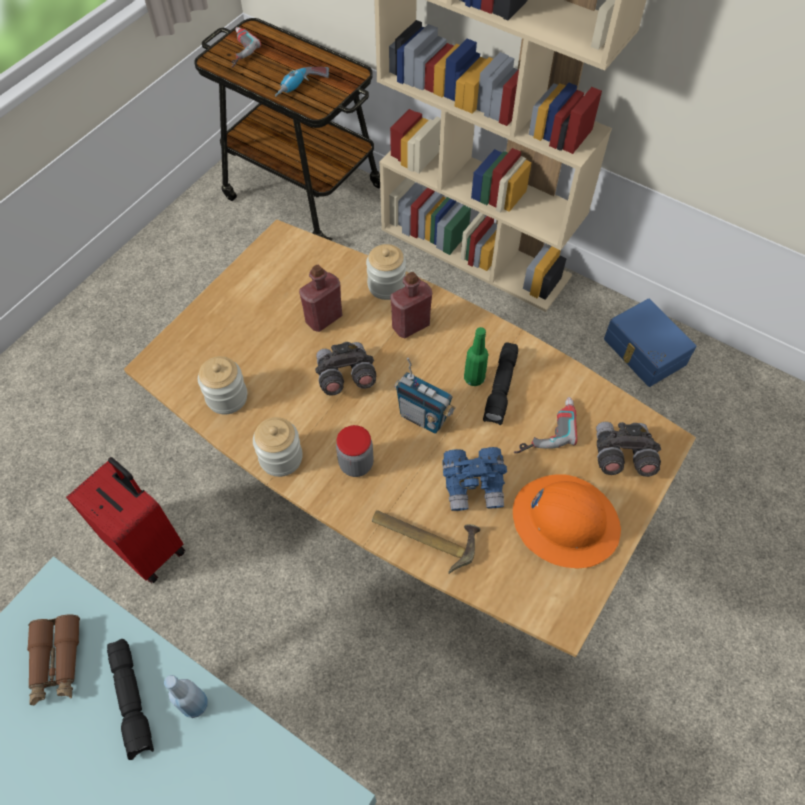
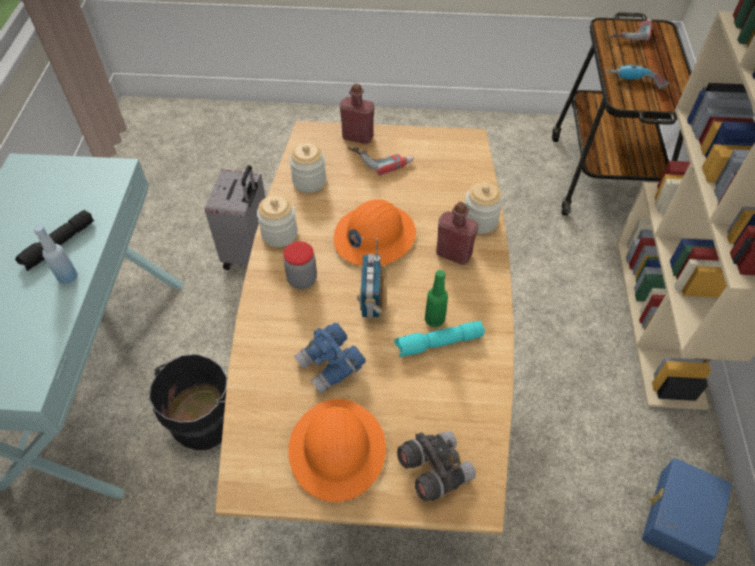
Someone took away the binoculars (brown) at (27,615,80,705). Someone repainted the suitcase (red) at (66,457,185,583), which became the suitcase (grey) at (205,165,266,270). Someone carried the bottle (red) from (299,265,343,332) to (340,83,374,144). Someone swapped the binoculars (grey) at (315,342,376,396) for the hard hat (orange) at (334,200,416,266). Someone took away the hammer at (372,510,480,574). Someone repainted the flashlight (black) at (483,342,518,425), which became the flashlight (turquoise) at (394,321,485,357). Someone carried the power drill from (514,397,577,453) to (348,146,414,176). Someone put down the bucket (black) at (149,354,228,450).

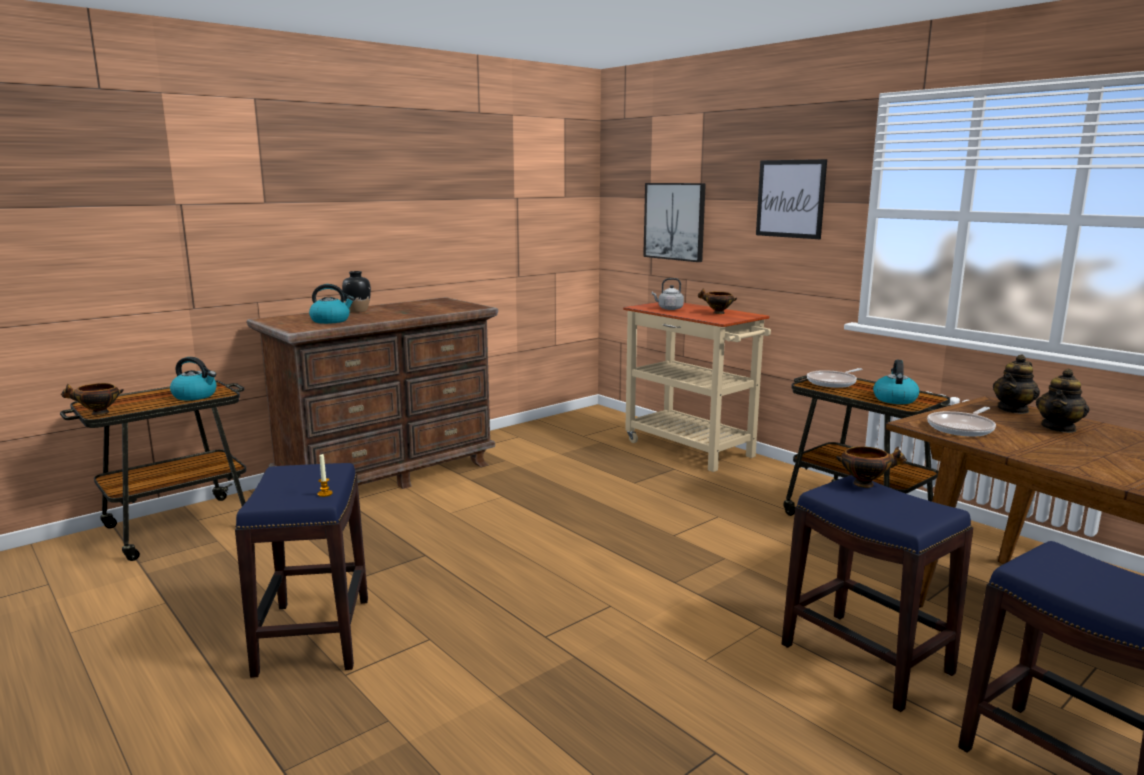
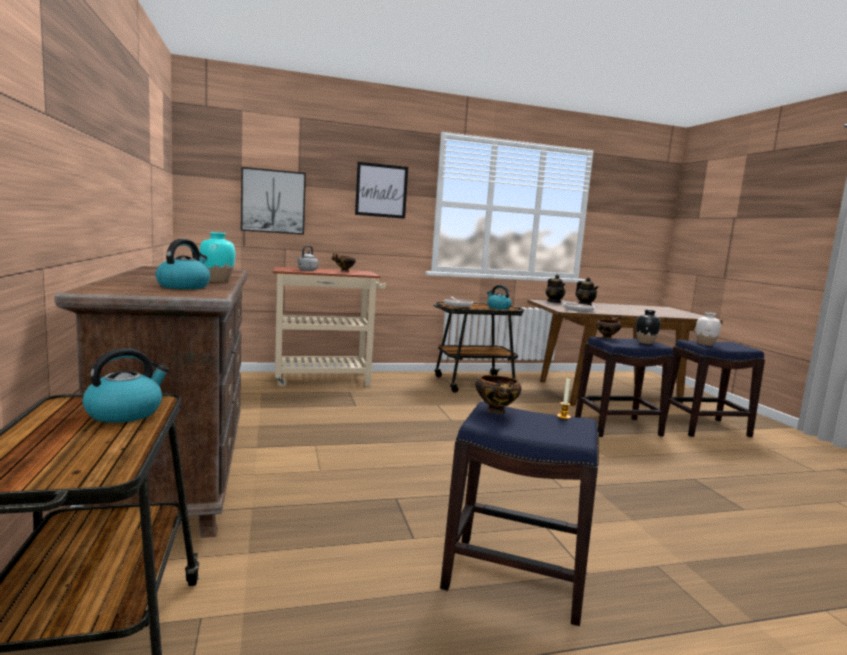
Someone carried the bowl from (61,383,124,415) to (475,375,521,414). Someone carried the vase (black) from (342,271,371,312) to (636,310,661,344). Someone put down the vase (turquoise) at (199,232,235,282). Someone put down the vase (white) at (696,312,721,346).

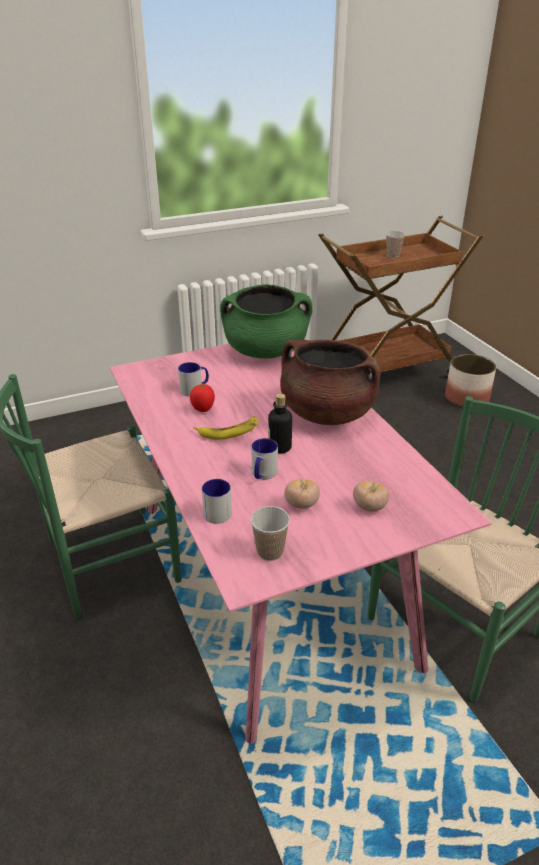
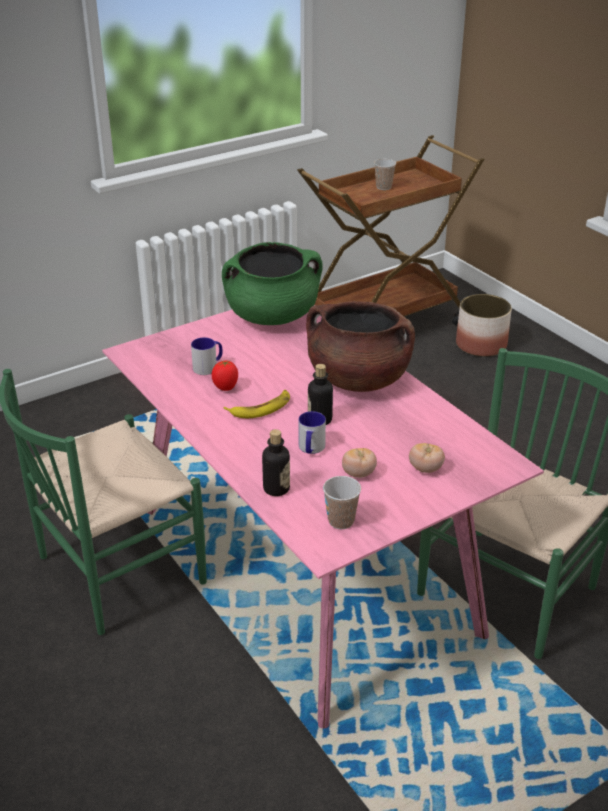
Someone swapped the mug at (202,479,232,524) for the bottle at (262,429,290,496).

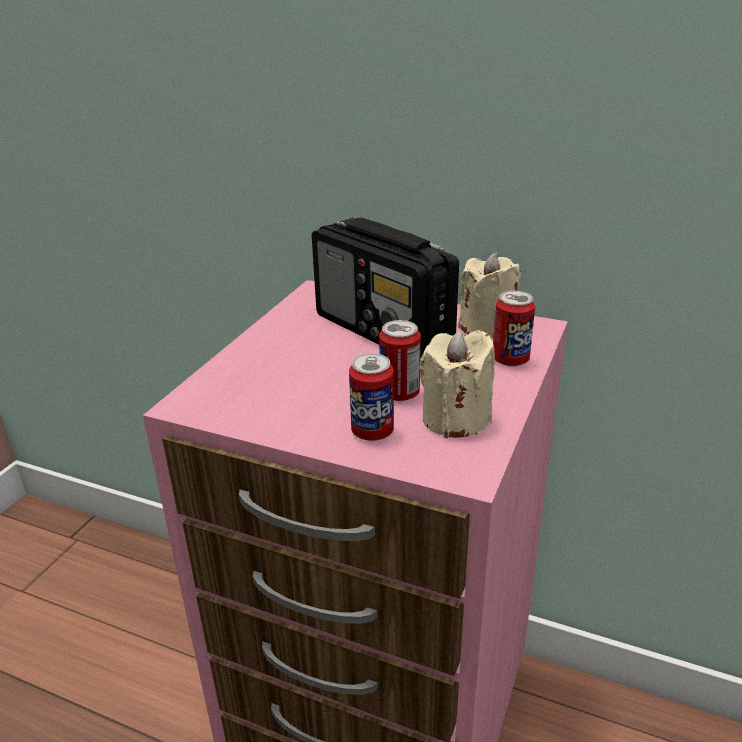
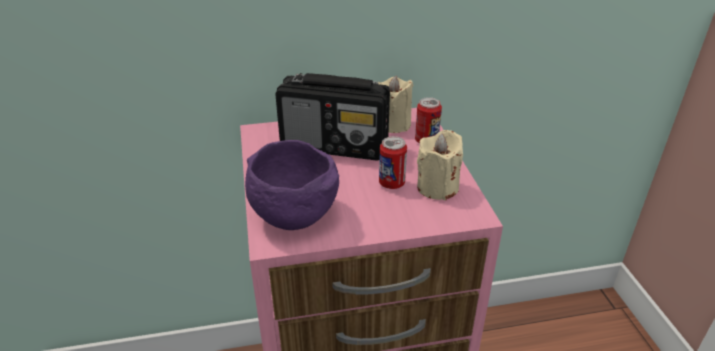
Someone took away the can at (349,353,394,441). Someone put down the bowl (purple) at (245,140,339,230).

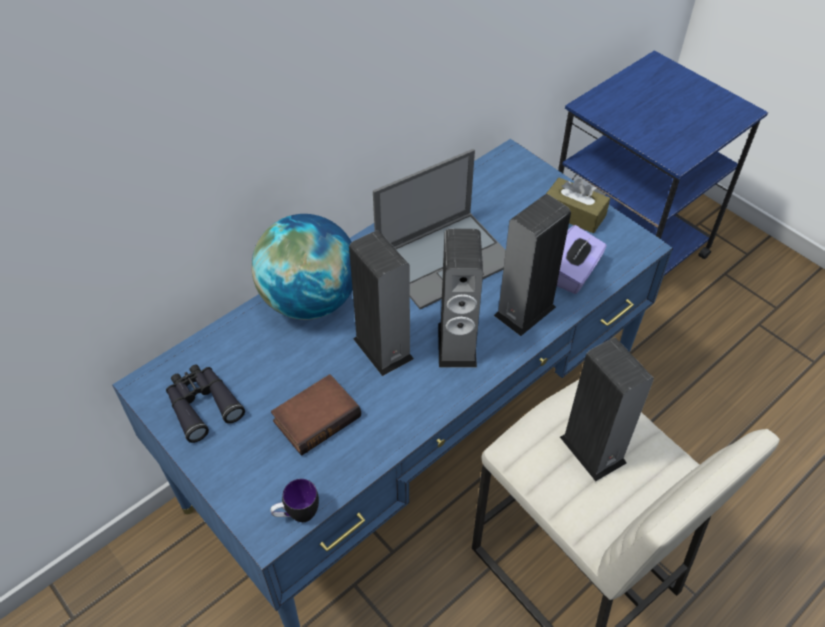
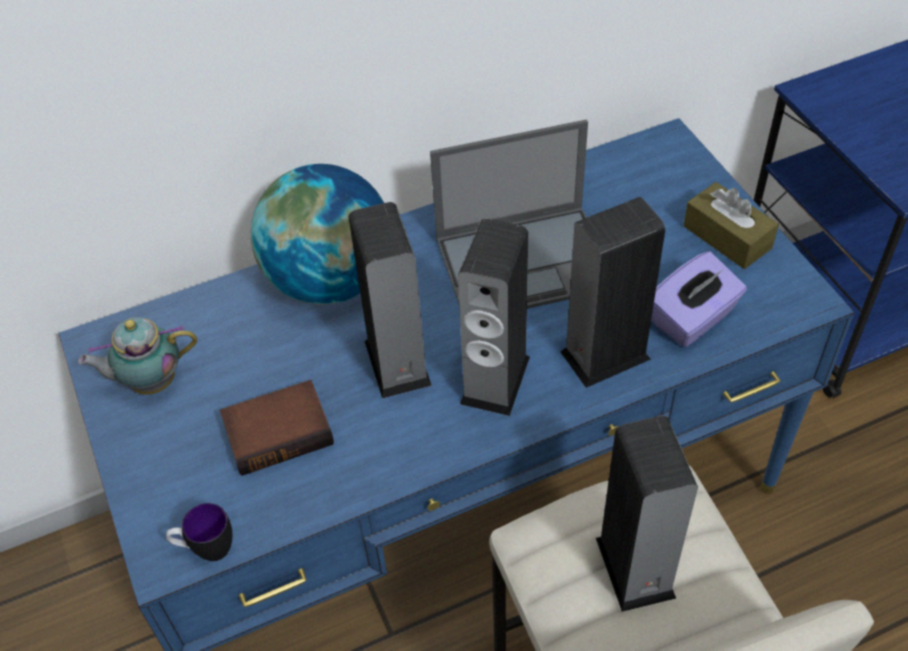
Someone swapped the binoculars (black) at (166,365,245,443) for the teapot at (78,317,197,395).

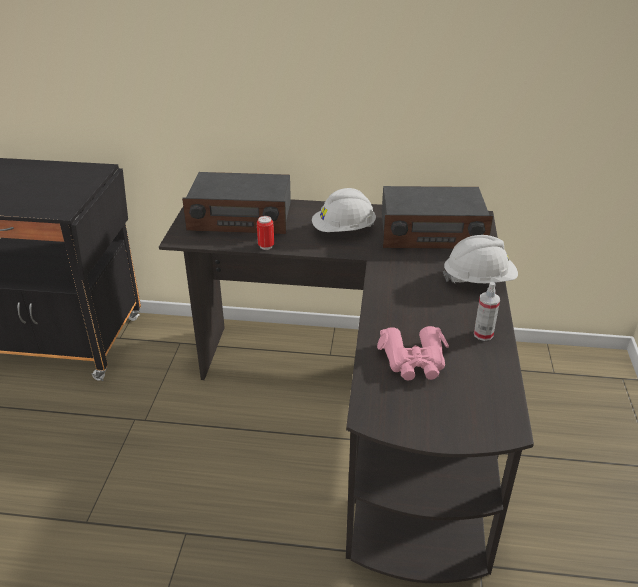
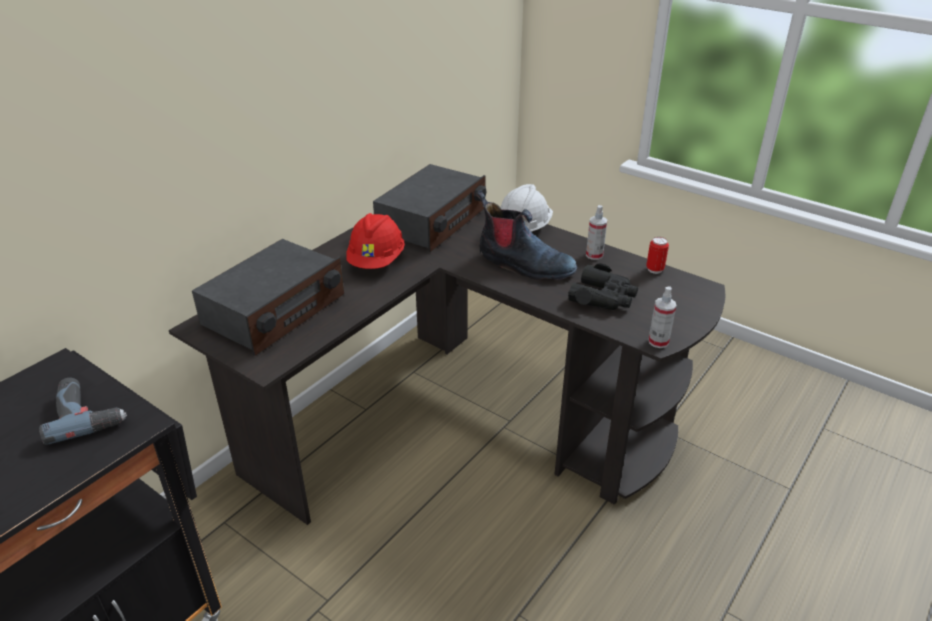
Someone carried the can from (257,216,274,250) to (646,237,669,274). Someone repainted the hard hat (white) at (312,188,376,232), which became the hard hat (red) at (346,213,405,269). Someone repainted the binoculars (pink) at (377,326,449,380), which became the binoculars (black) at (568,264,638,310). Someone put down the power drill at (39,378,127,445). Someone put down the boot at (476,190,577,280). Someone put down the spray bottle at (648,287,677,348).

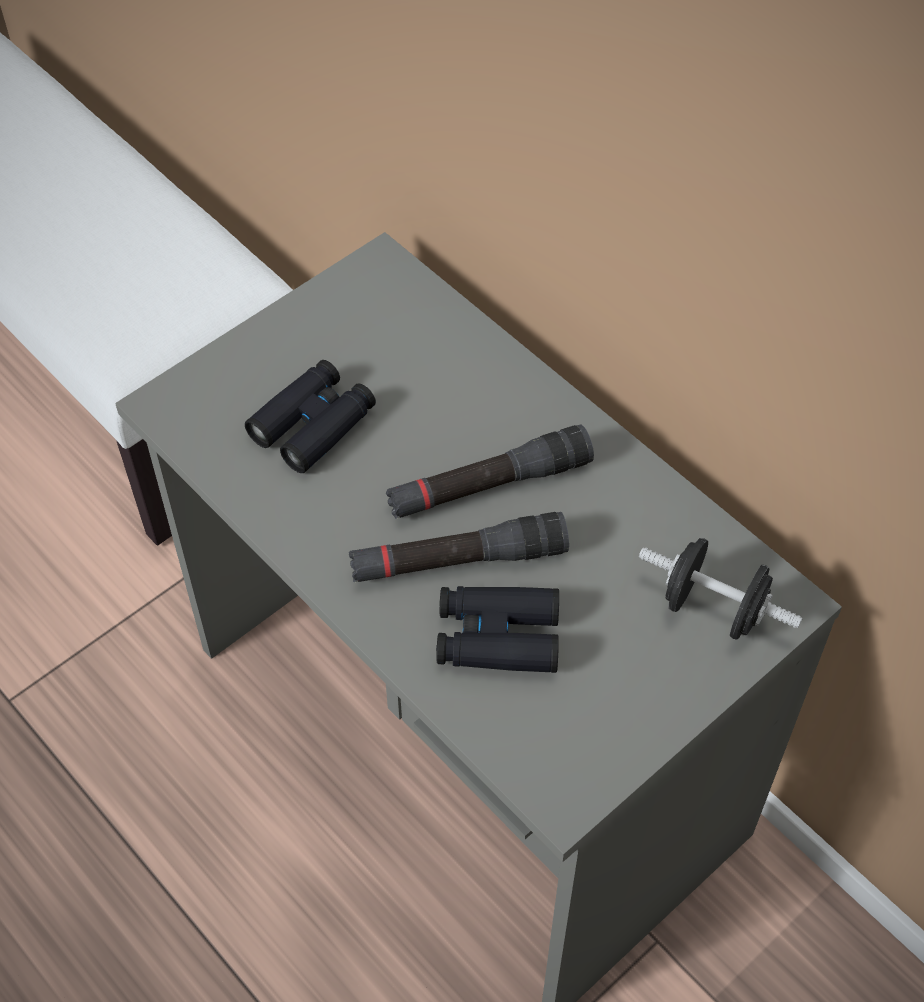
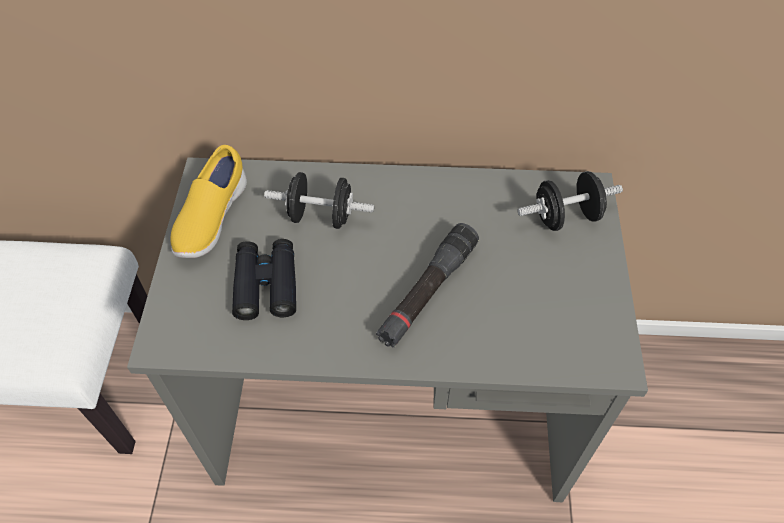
Someone took away the flashlight (black) at (386,425,594,519). Someone took away the binoculars (black) at (436,586,559,673). Someone put down the shoe (yellow) at (170,145,247,258). Someone put down the dumbbell (black) at (264,172,374,229).

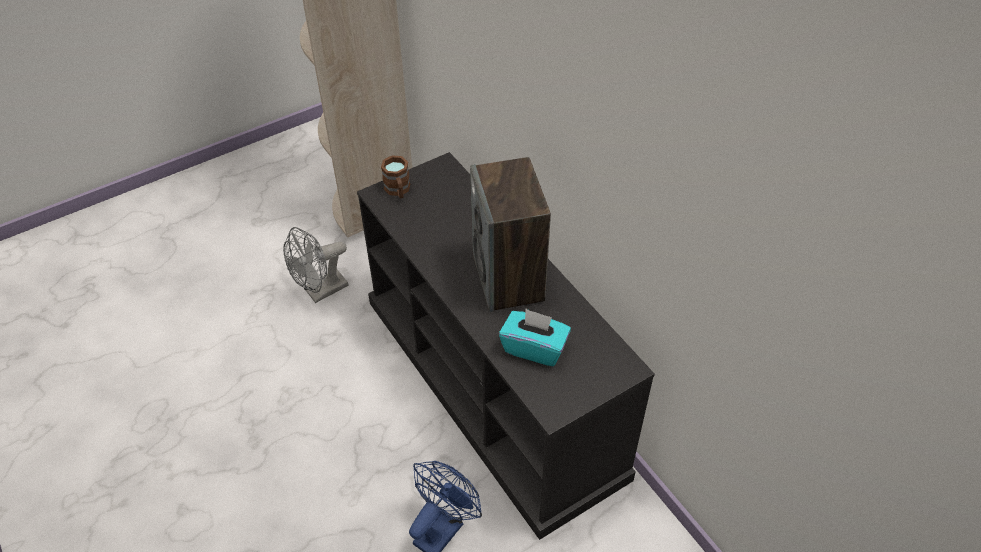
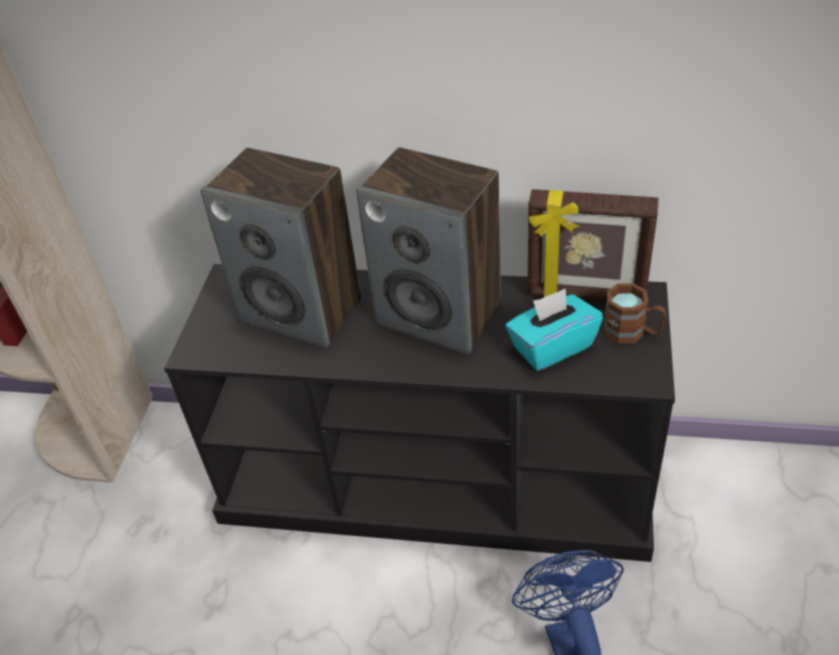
Someone took away the fan (grey) at (283,227,349,303). Someone carried the mug (brown) from (381,155,410,198) to (604,283,667,344). Someone put down the speaker at (200,148,361,347). Someone put down the picture frame at (527,189,659,302).

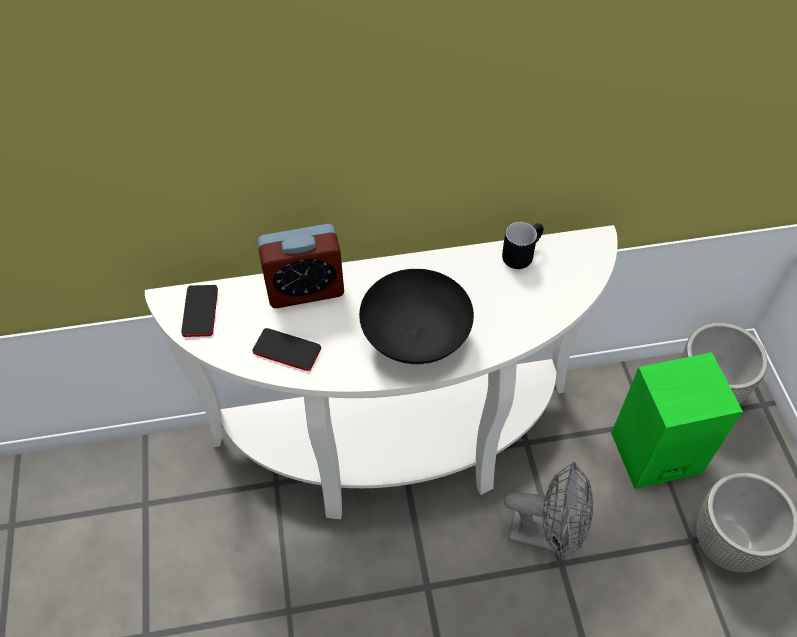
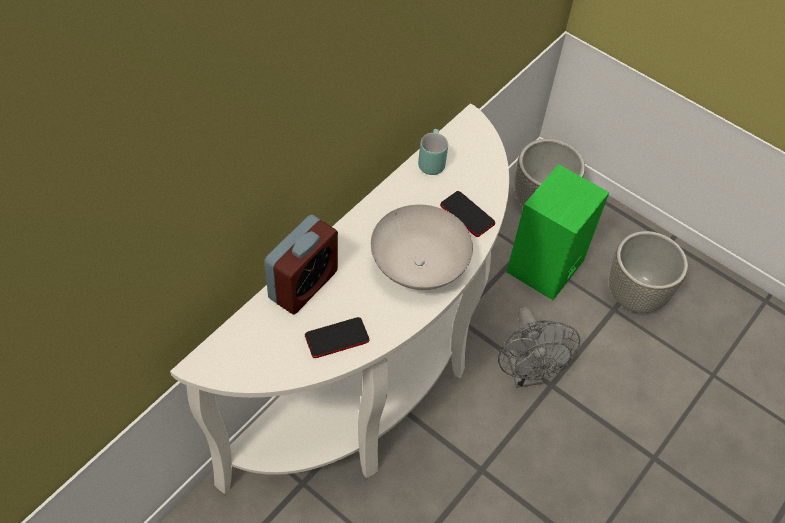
Someone carried the phone from (181,285,218,337) to (440,191,495,237). Someone repainted the bowl (black) at (359,269,474,364), which became the bowl (white) at (371,204,473,290). Someone repainted the mug (black) at (502,222,543,269), which became the mug (turquoise) at (418,129,448,175). Someone rotated the fan (grey) at (504,462,593,561) by 105 degrees clockwise.

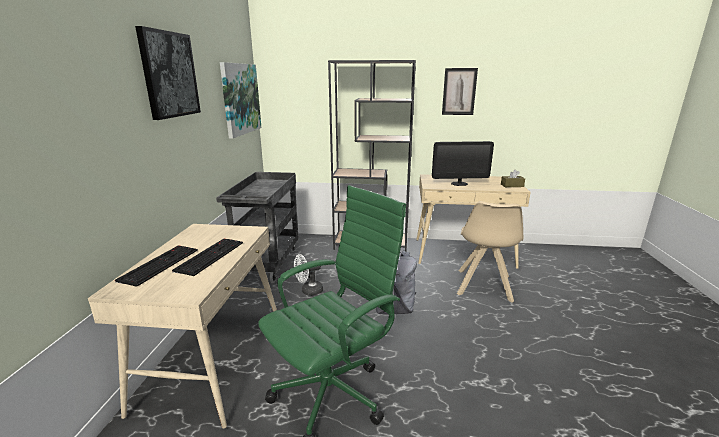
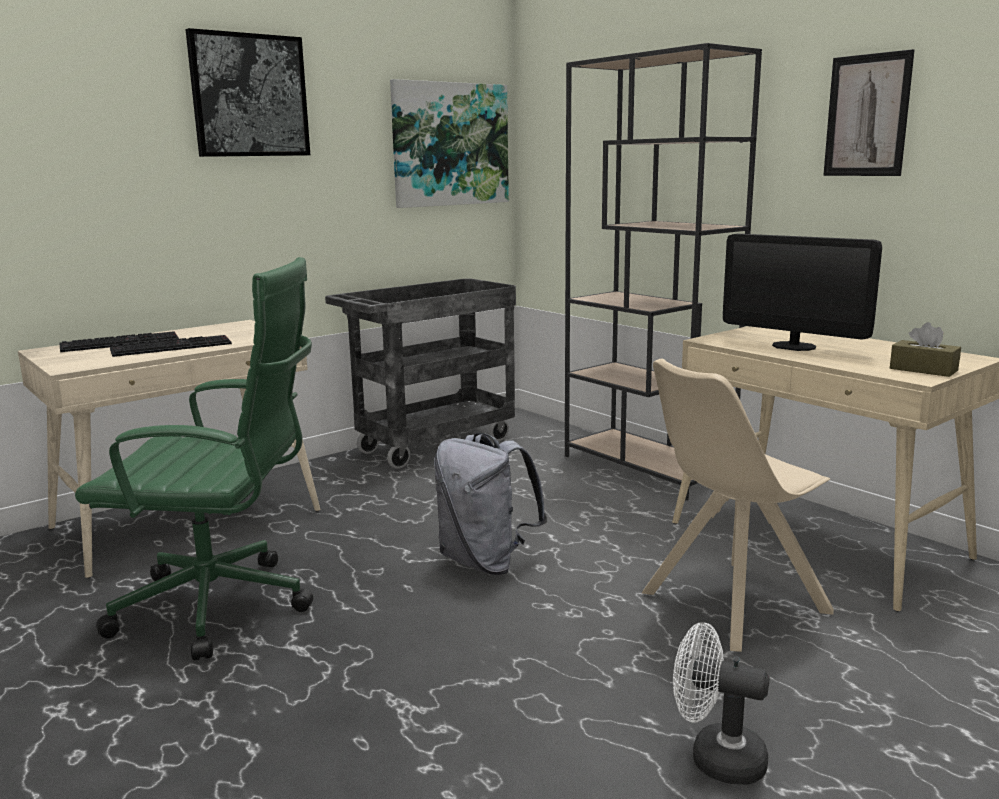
Someone carried the fan (white) from (294,254,323,296) to (673,622,769,785).

